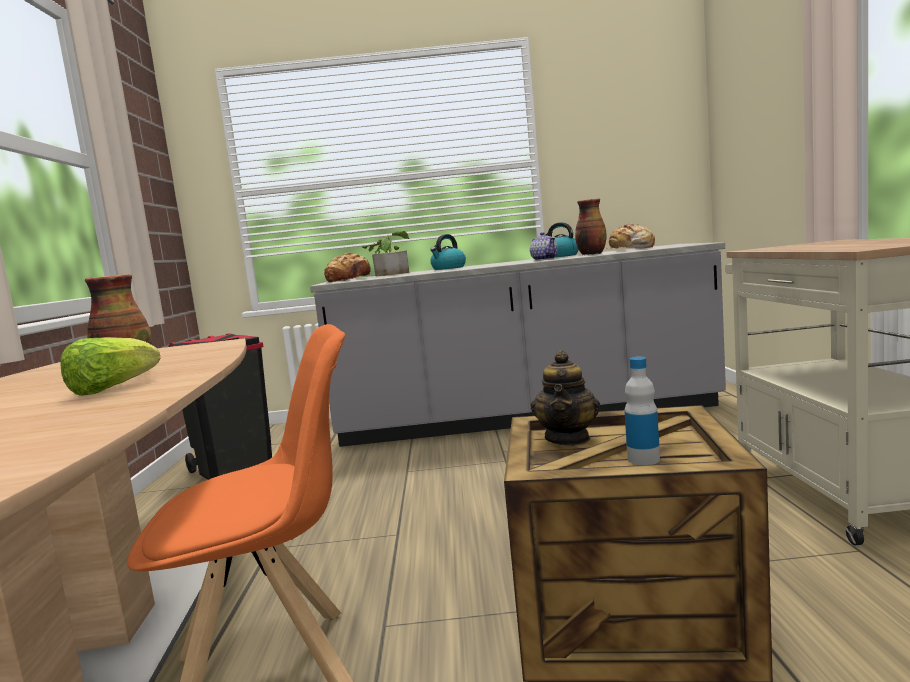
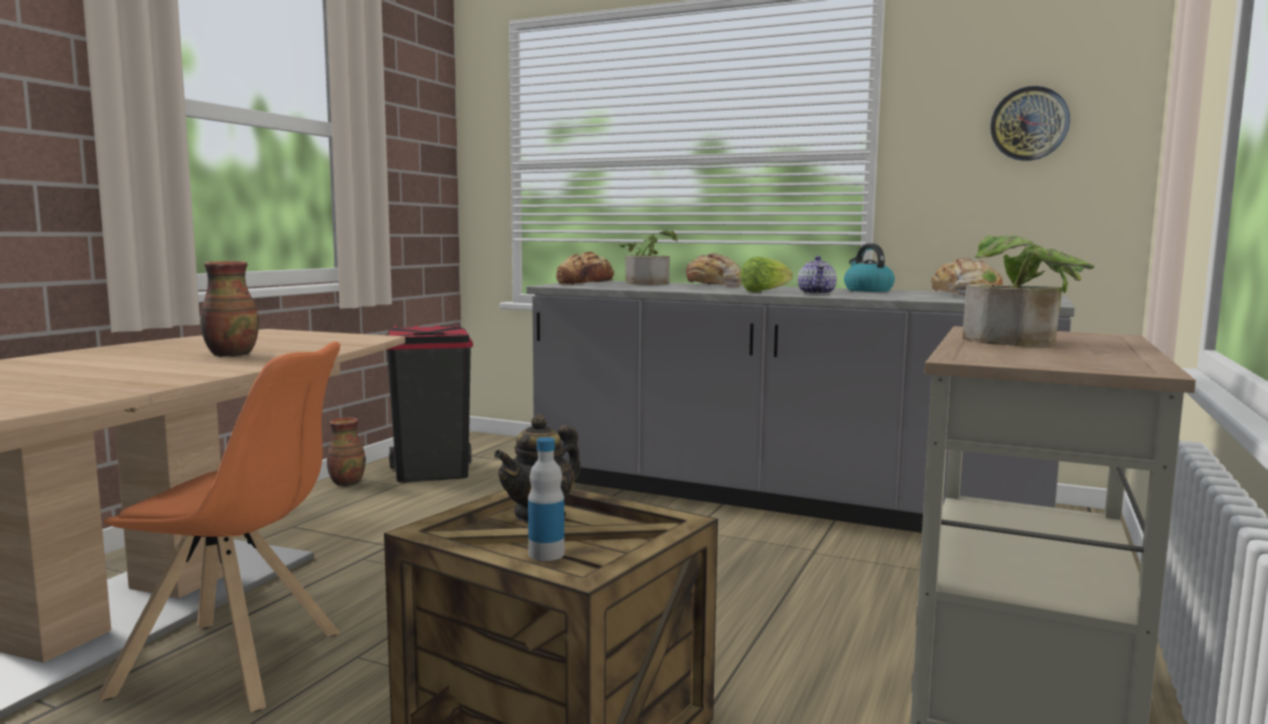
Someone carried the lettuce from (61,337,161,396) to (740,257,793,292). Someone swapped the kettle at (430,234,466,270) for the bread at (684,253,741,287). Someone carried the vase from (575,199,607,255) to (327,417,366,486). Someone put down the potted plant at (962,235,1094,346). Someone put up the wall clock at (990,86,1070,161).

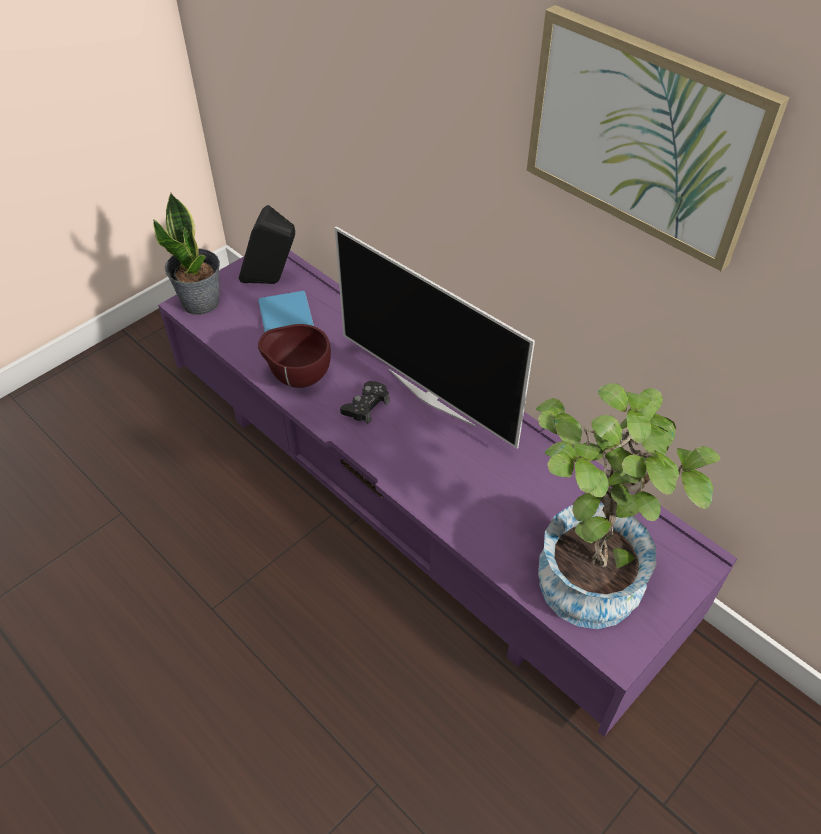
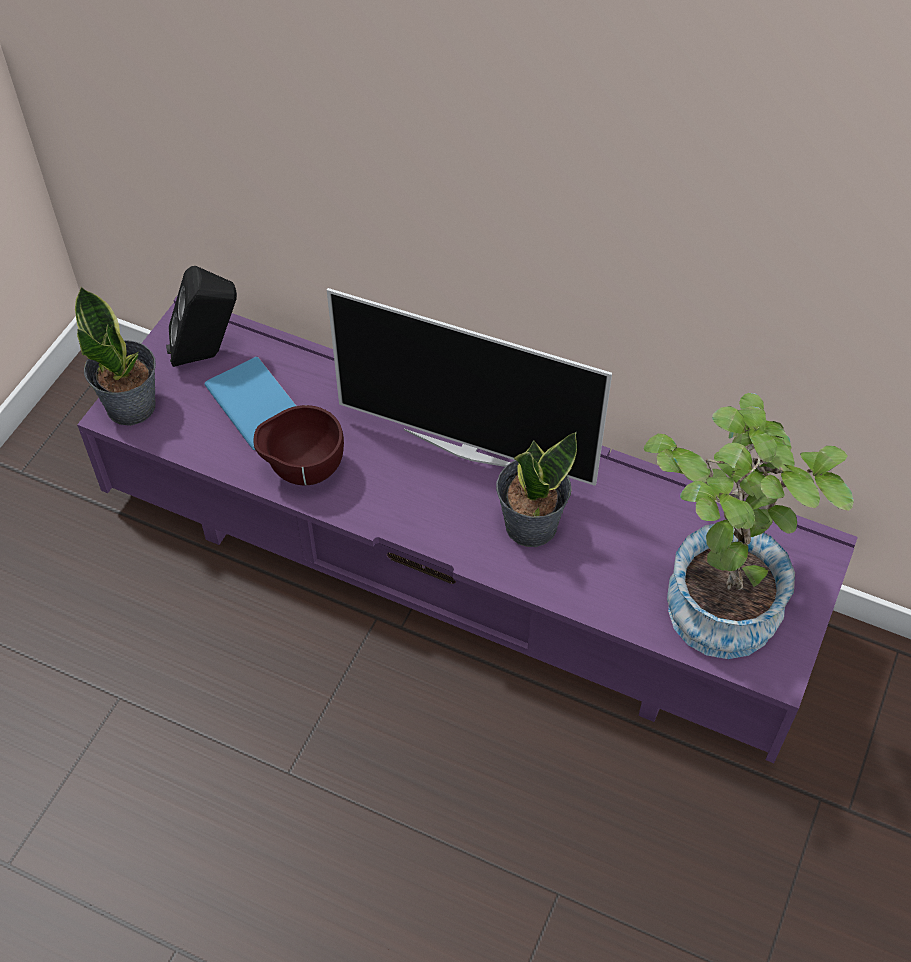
Someone took away the game controller (black) at (340,381,390,425). Someone took away the picture at (527,5,790,271). Someone put down the potted plant at (496,432,577,547).

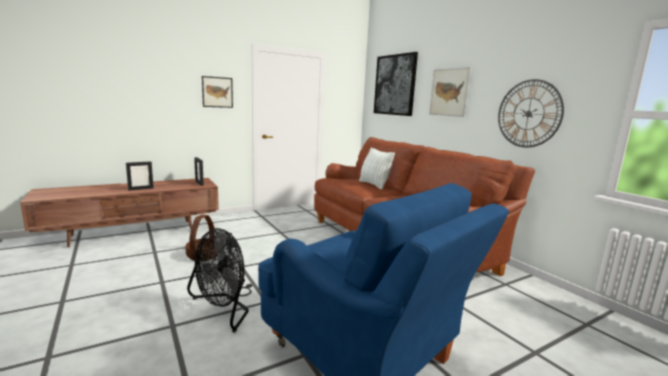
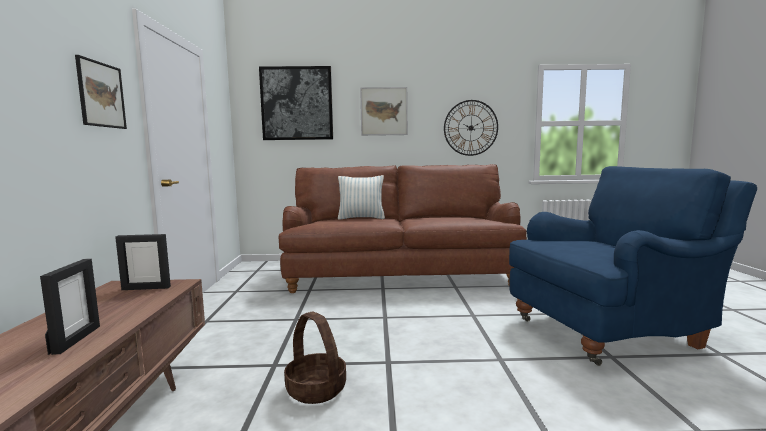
Someone took away the fan (black) at (187,228,253,332).

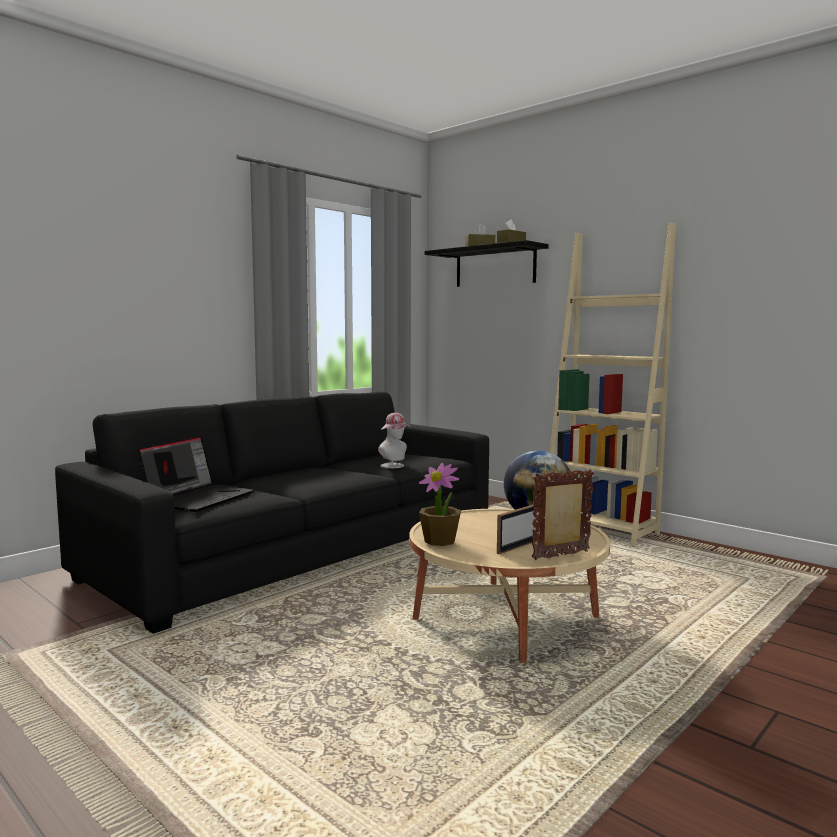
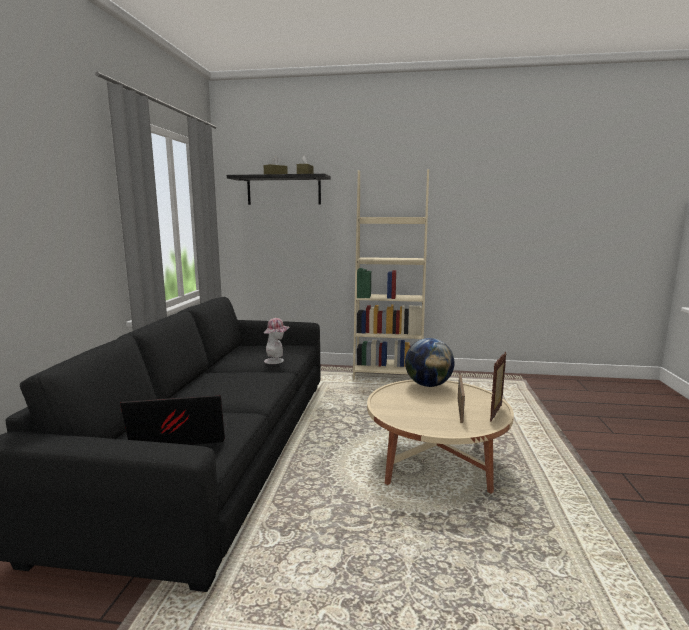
Someone rotated the laptop at (138,436,254,512) by 90 degrees counterclockwise. Someone took away the potted plant at (419,463,461,546).

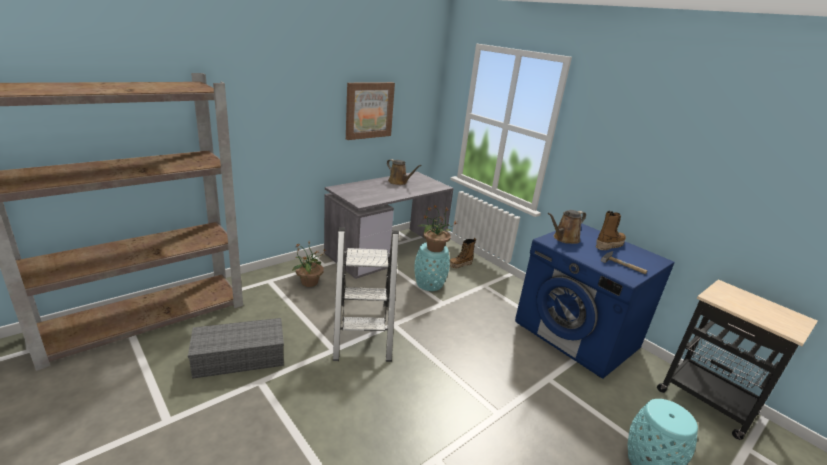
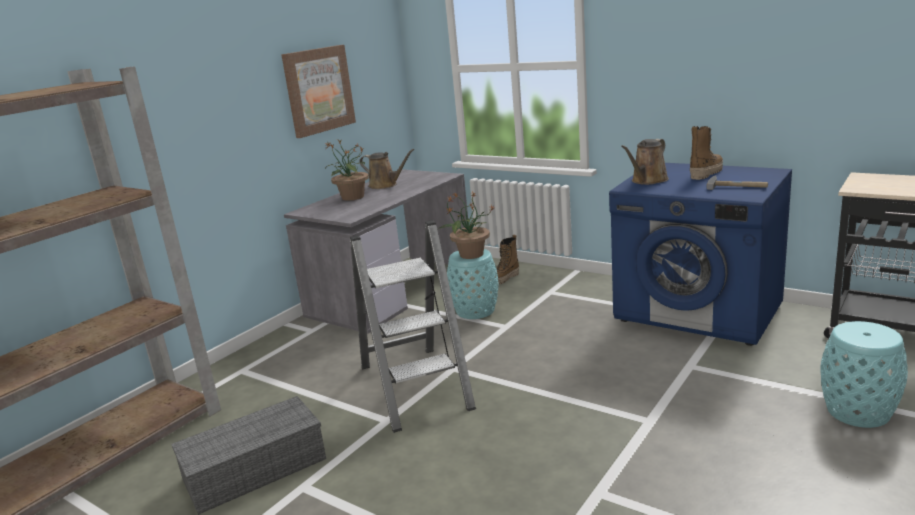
Someone carried the potted plant from (292,240,326,287) to (325,140,369,201).

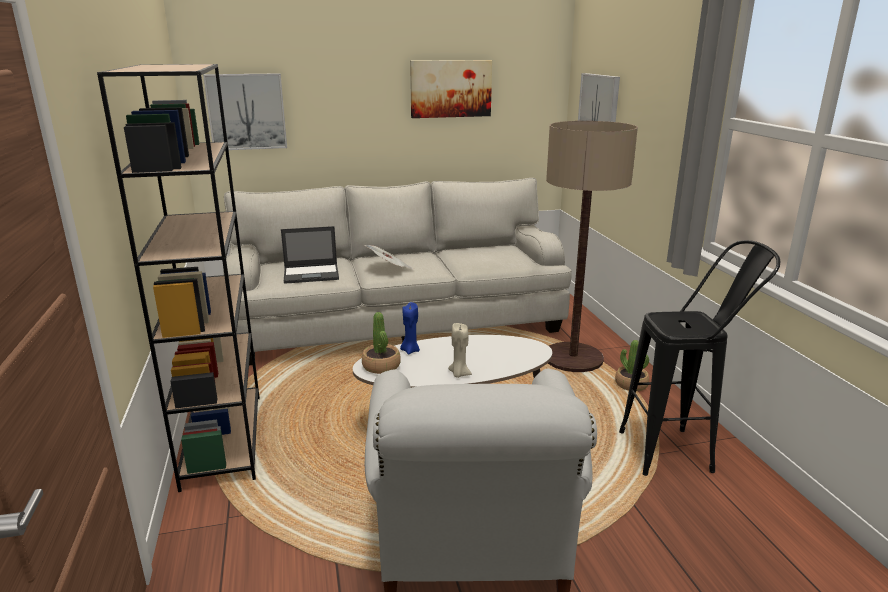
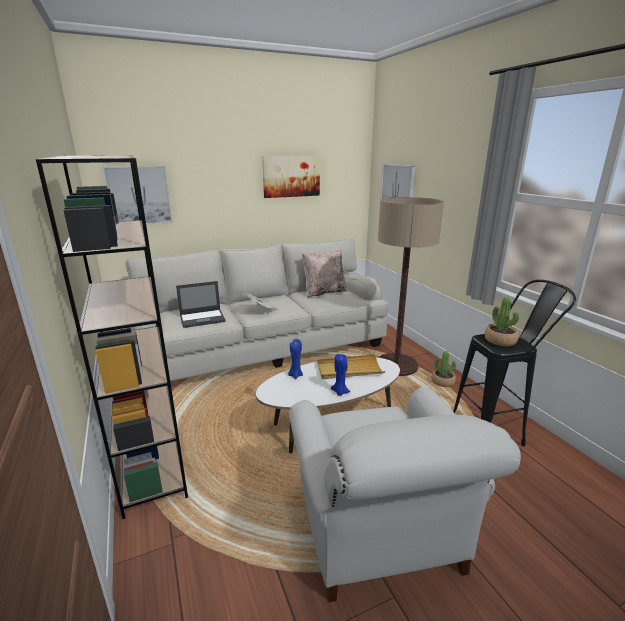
Someone carried the potted plant from (362,312,401,374) to (485,297,519,346). Someone repainted the candle (beige) at (448,323,472,378), which became the candle (blue) at (331,354,350,396). Someone put down the pillow (beige) at (302,249,347,298). Someone put down the tray (beige) at (317,354,385,380).

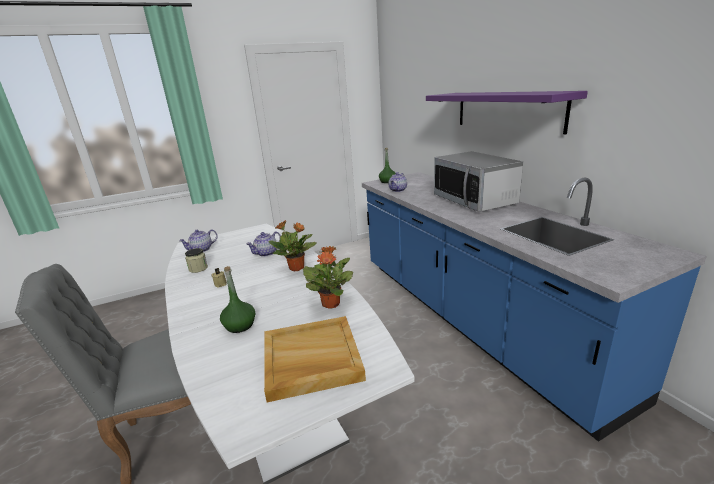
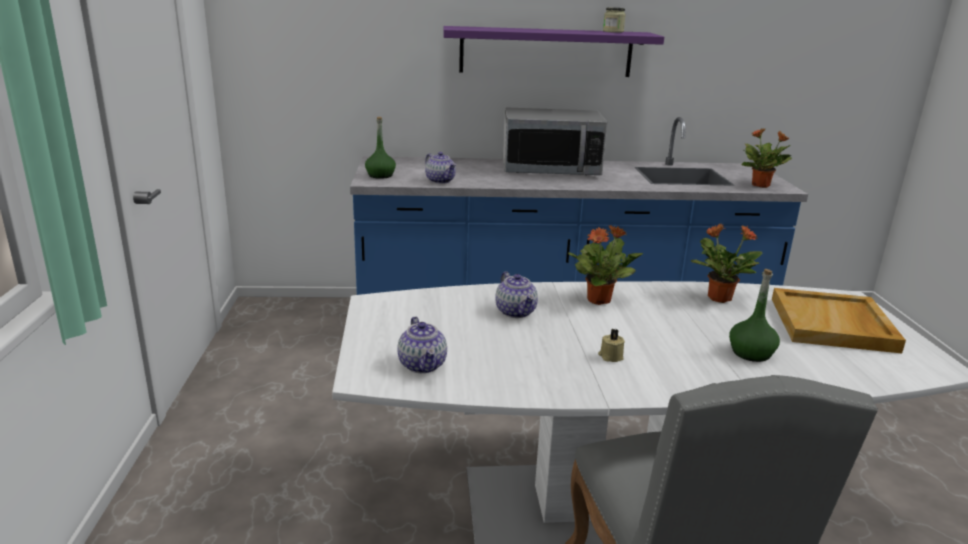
Someone carried the jar from (185,248,208,273) to (603,7,626,33). Someone put down the potted plant at (741,128,791,188).

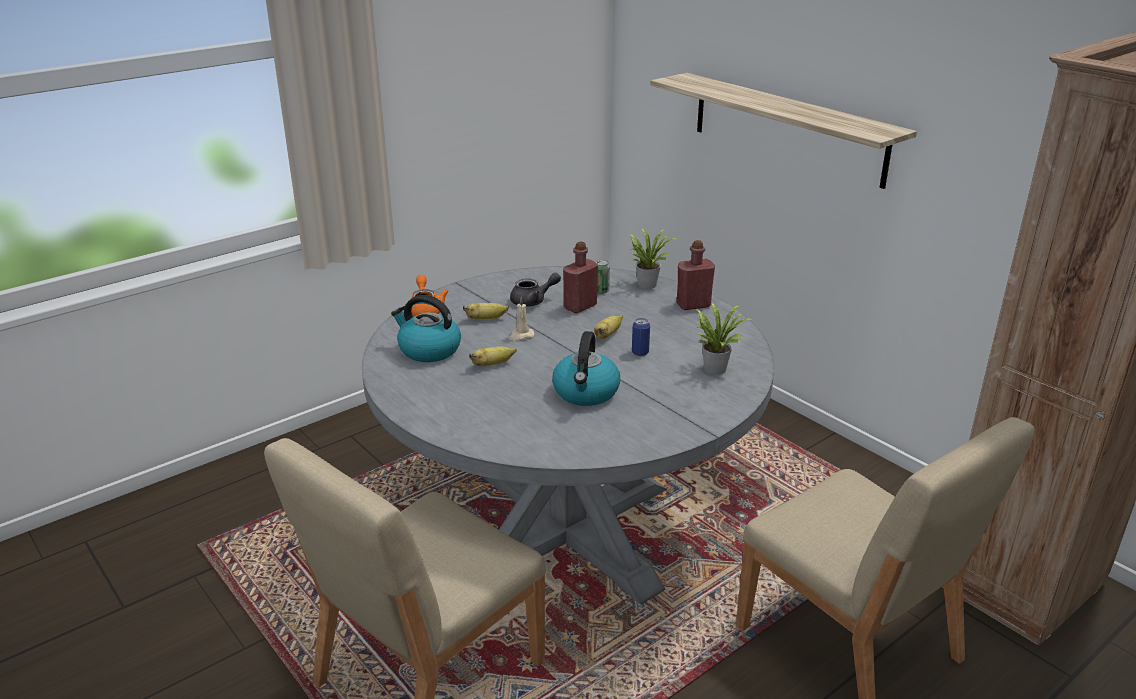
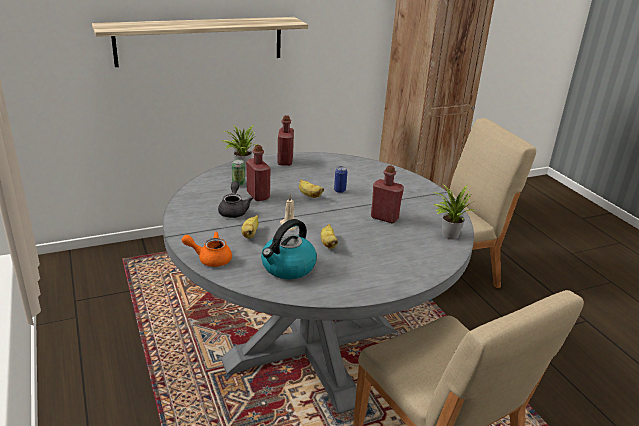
Someone swapped the kettle at (552,331,620,406) for the bottle (red) at (371,165,404,223). Someone carried the potted plant from (696,301,754,375) to (433,184,475,239).

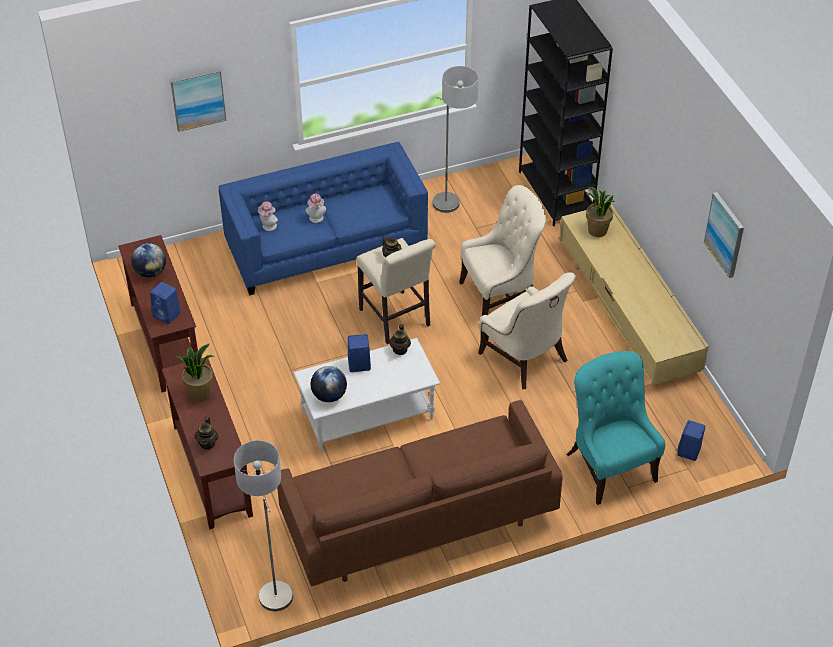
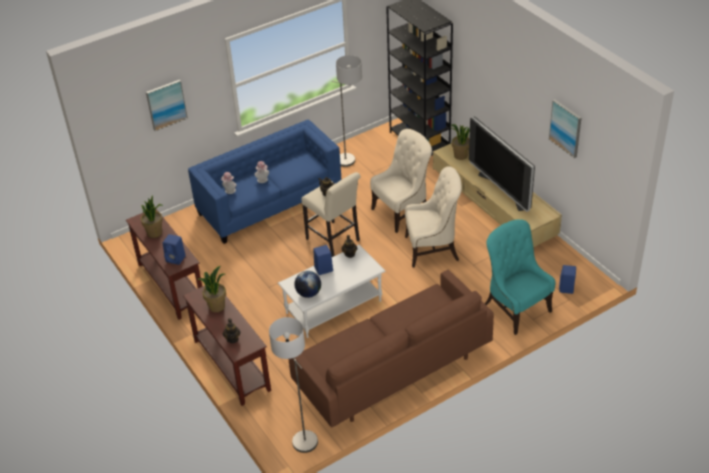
Someone swapped the globe at (131,243,166,277) for the potted plant at (141,195,163,238). Someone rotated the armchair (beige) at (478,272,576,389) by 45 degrees counterclockwise. Someone put down the television at (469,116,535,212).

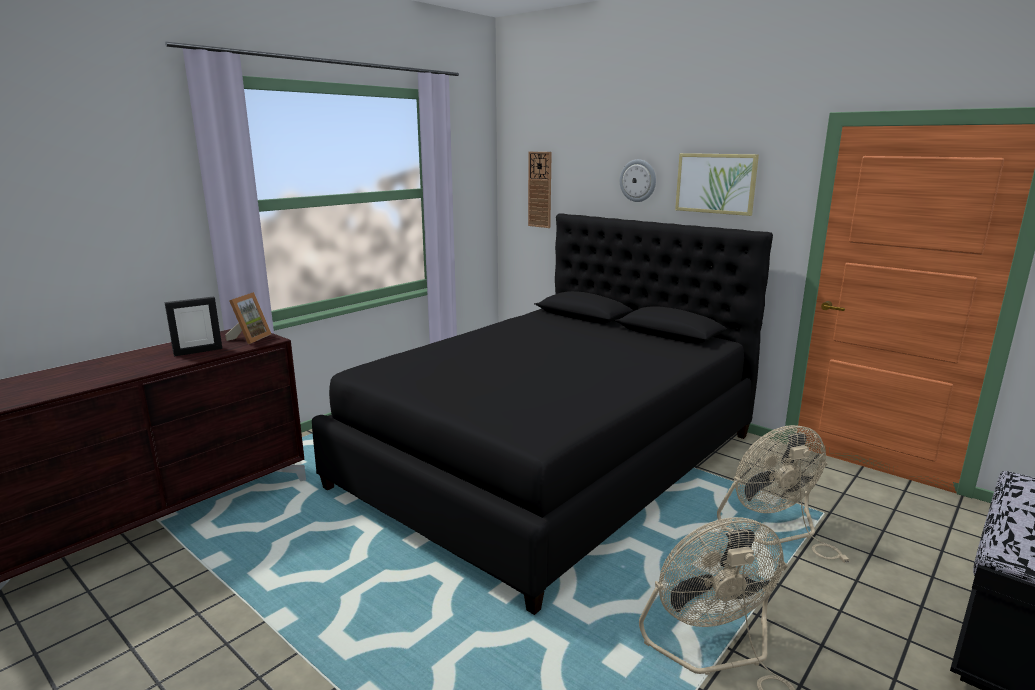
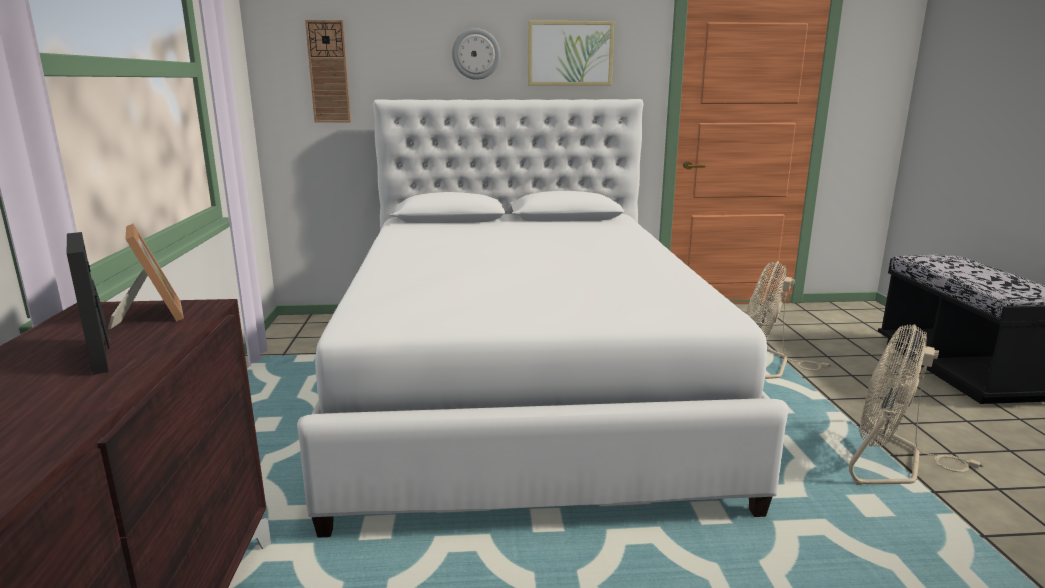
Someone rotated the picture frame at (164,297,222,357) by 135 degrees clockwise. Someone repainted the bed (black) at (312,213,773,615), which became the bed (white) at (297,99,789,538).

